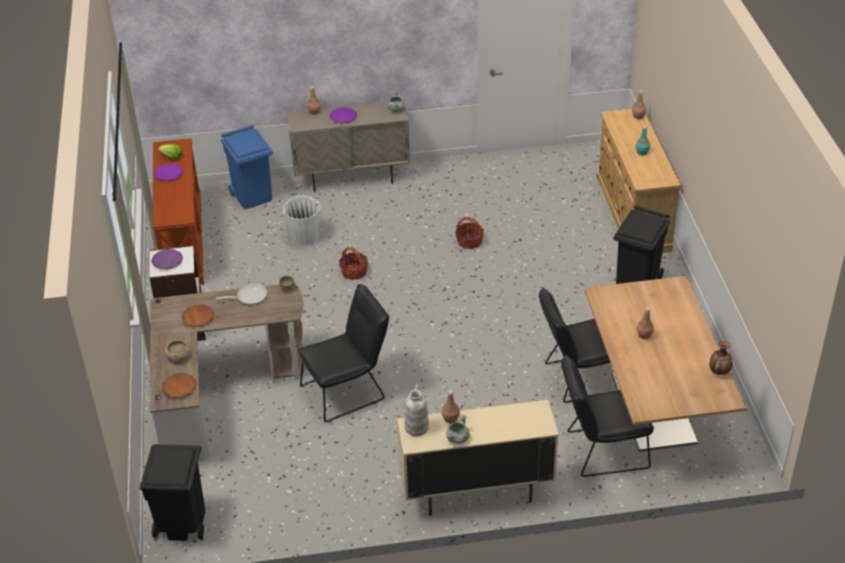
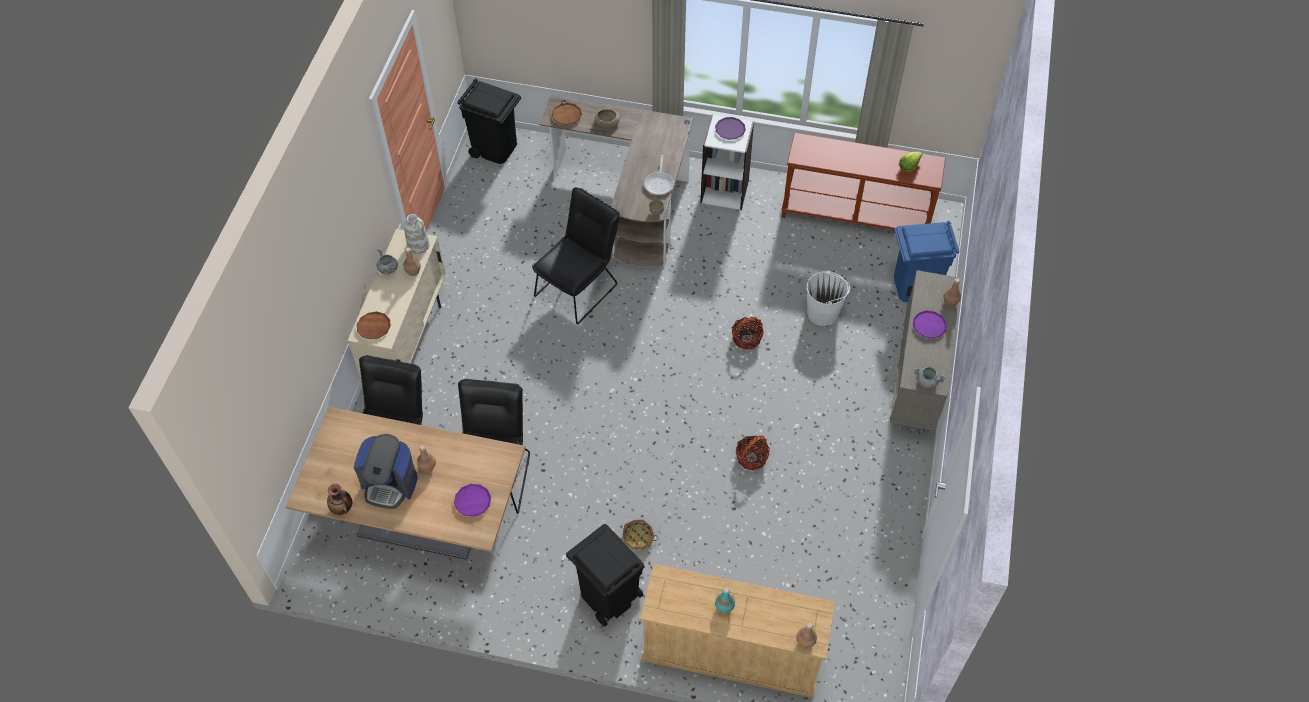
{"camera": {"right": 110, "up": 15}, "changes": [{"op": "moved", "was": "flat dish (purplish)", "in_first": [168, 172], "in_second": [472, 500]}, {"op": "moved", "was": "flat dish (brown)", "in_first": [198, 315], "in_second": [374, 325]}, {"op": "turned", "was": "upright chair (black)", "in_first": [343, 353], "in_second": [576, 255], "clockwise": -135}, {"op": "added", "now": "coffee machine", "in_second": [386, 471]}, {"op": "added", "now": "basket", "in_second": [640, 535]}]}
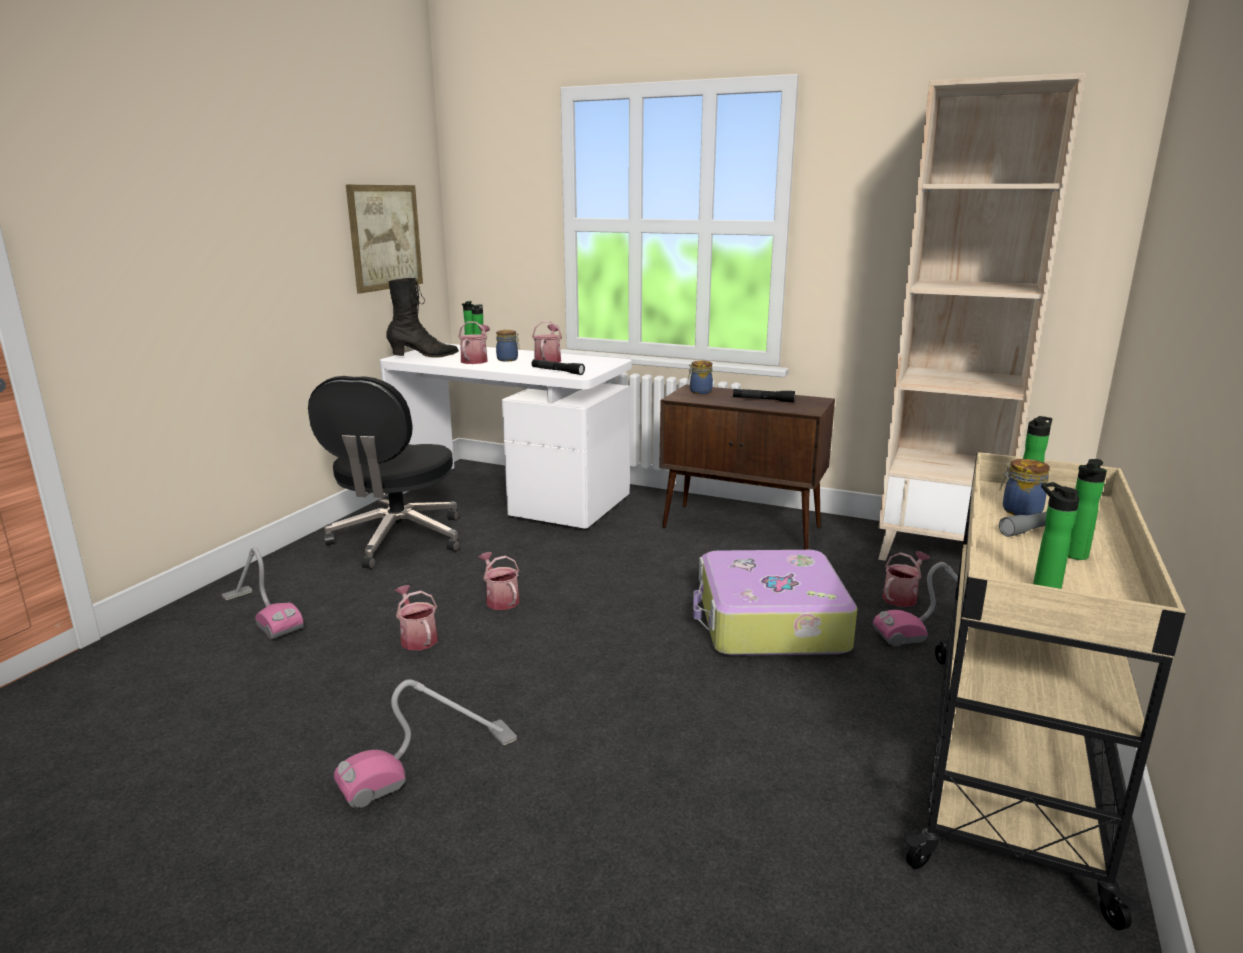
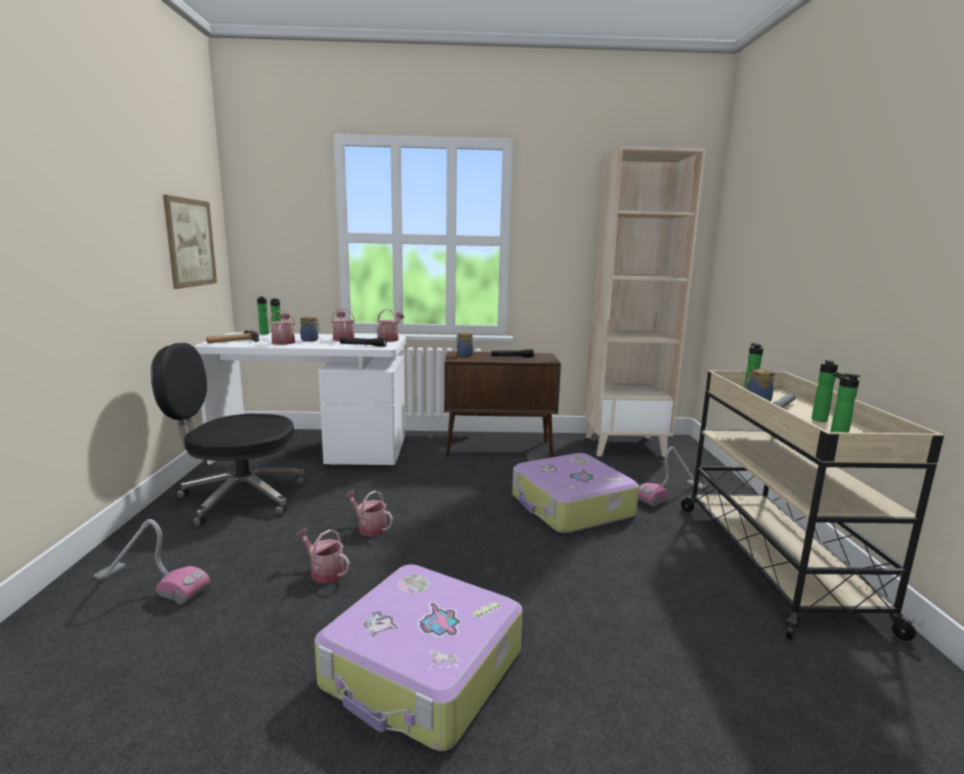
{"camera": {"right": -25, "up": -5}, "changes": [{"op": "turned", "was": "computer chair (black)", "in_first": [384, 472], "in_second": [227, 435], "clockwise": 105}, {"op": "replaced", "was": "hoover", "now": "travel case", "in_first": [425, 743], "in_second": [418, 657]}, {"op": "replaced", "was": "tall boot (black)", "now": "tool hammer", "in_first": [422, 318], "in_second": [232, 336]}, {"op": "moved", "was": "watering pot", "in_first": [906, 579], "in_second": [390, 325]}]}
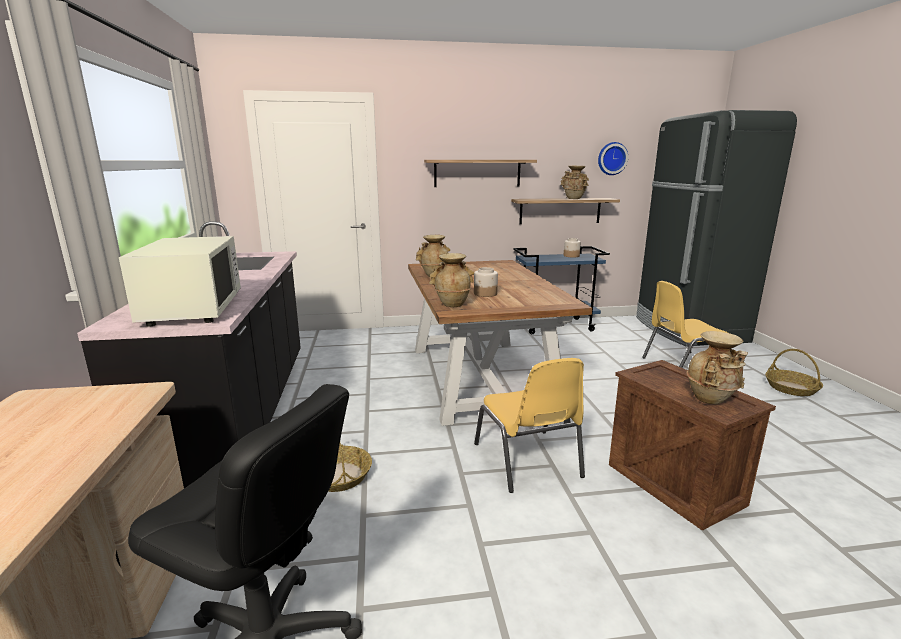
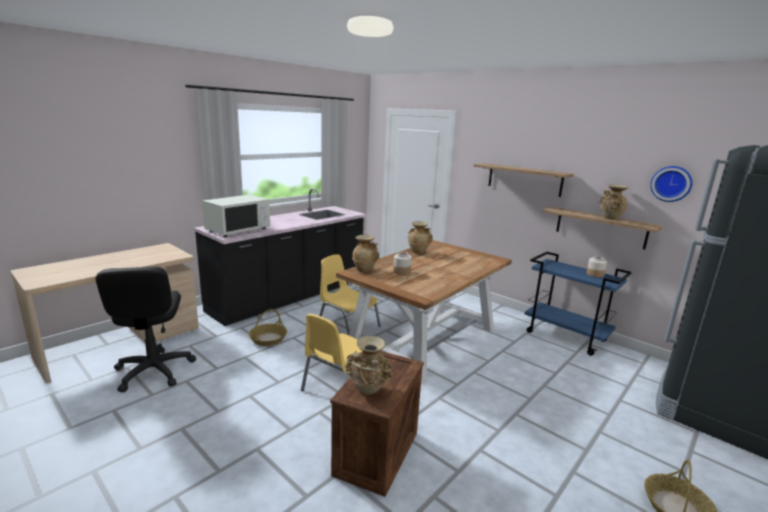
{"camera": {"right": 50, "up": 0}, "changes": [{"op": "moved", "was": "upright chair (yellow-coloured)", "in_first": [685, 324], "in_second": [350, 294]}]}
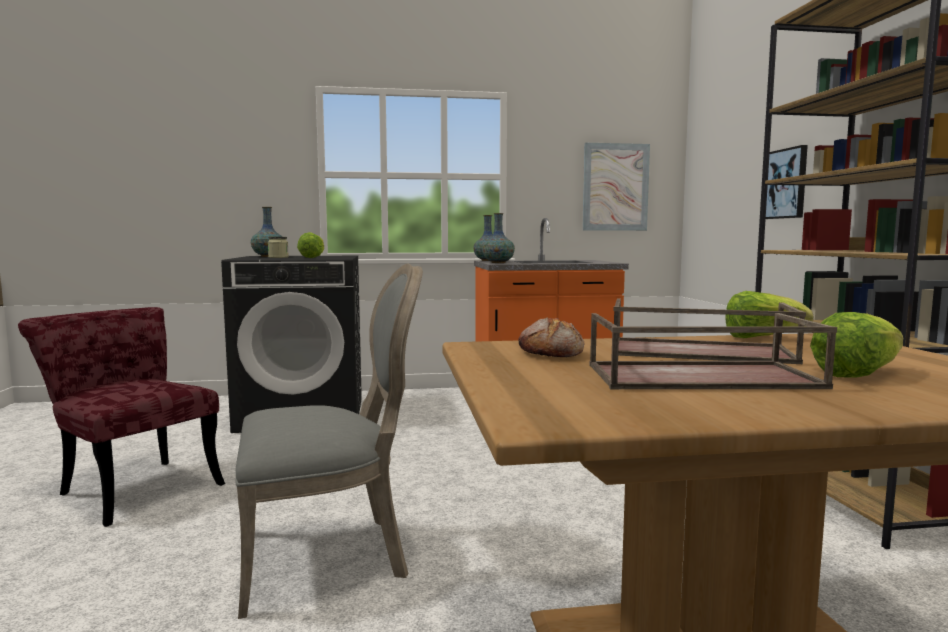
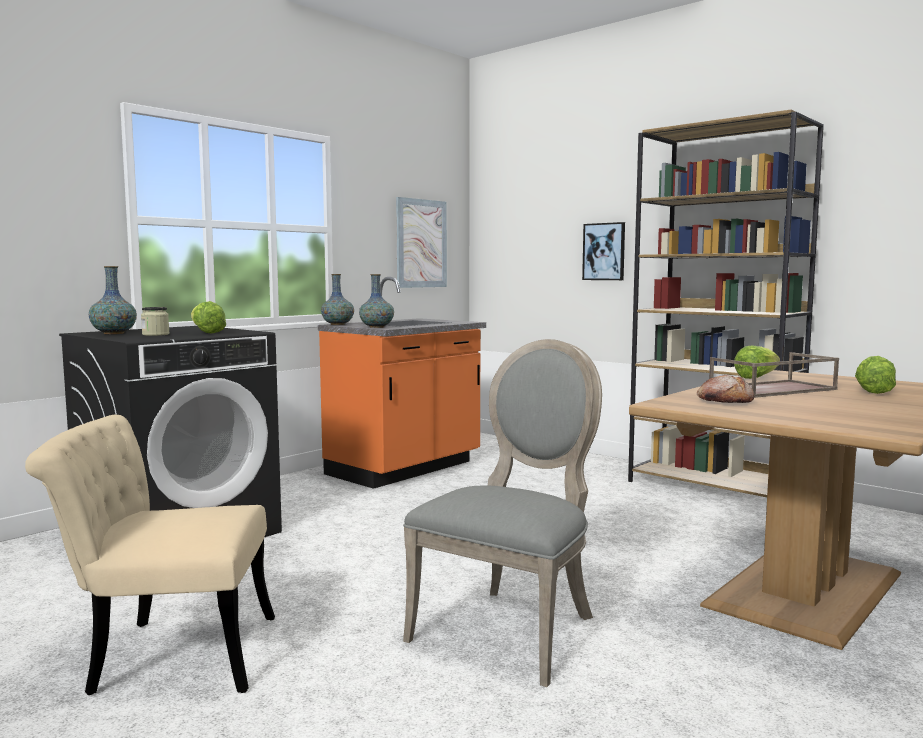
{"camera": {"right": -40, "up": 0}, "changes": [{"op": "recoloured", "was": "upright chair (red)", "now": "upright chair (sand-coloured)", "in_first": [121, 417], "in_second": [150, 555]}, {"op": "removed", "was": "serving tray (brown)", "in_first": [713, 351]}]}
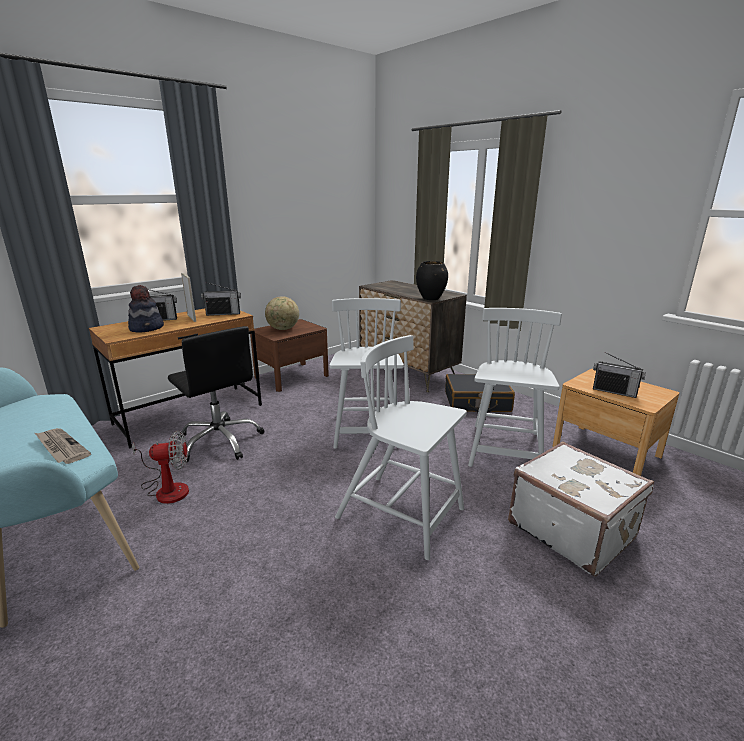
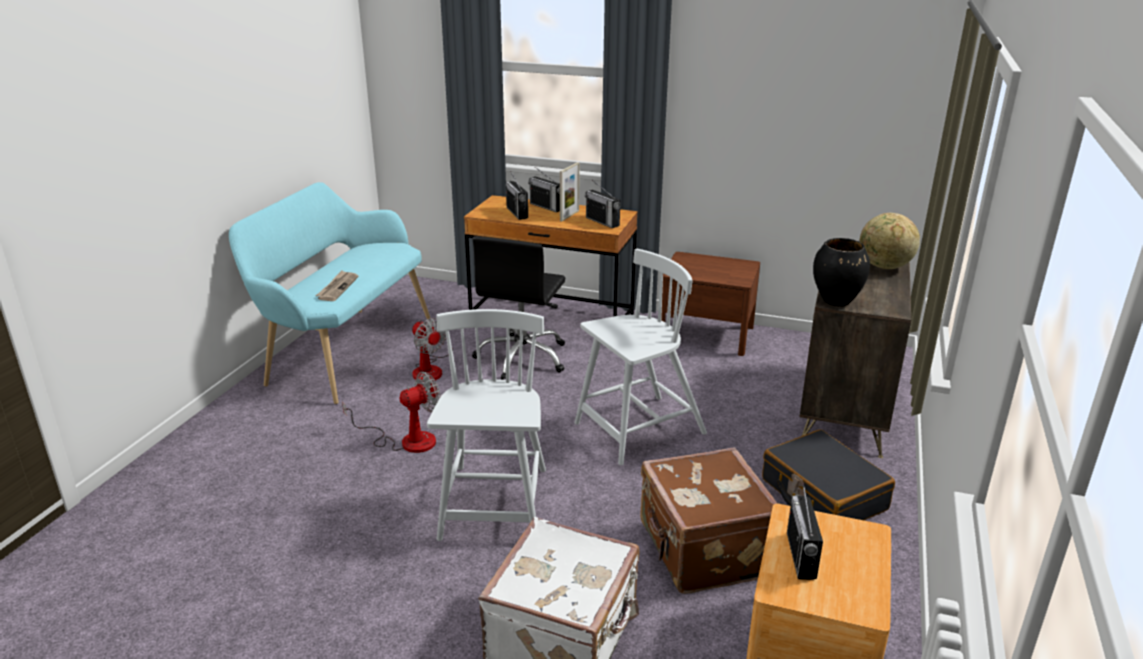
{"camera": {"right": 60, "up": 5}, "changes": [{"op": "replaced", "was": "wearable hat", "now": "radio", "in_first": [146, 309], "in_second": [517, 195]}, {"op": "moved", "was": "globe", "in_first": [282, 313], "in_second": [889, 241]}, {"op": "replaced", "was": "upright chair (white-coloured)", "now": "travel case (brown)", "in_first": [515, 387], "in_second": [709, 520]}, {"op": "added", "now": "fan", "in_second": [391, 412]}]}
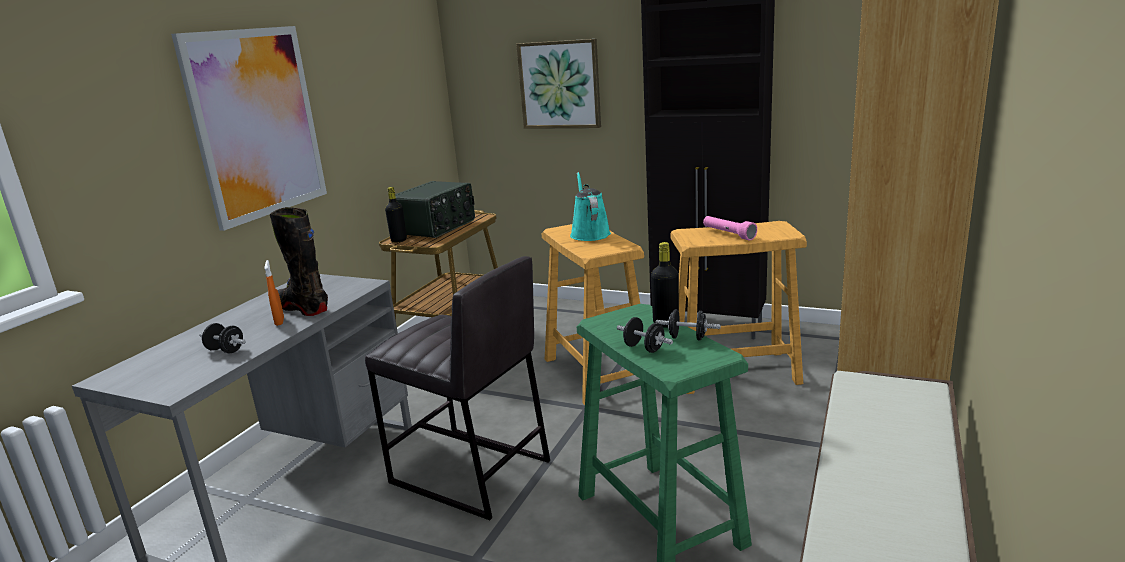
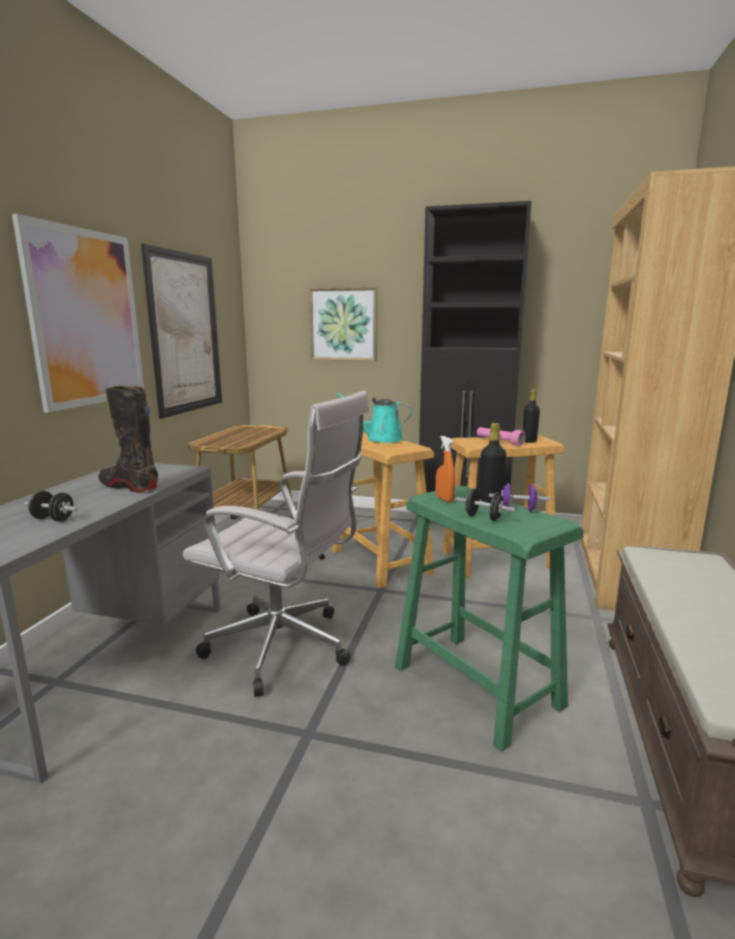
{"camera": {"right": -10, "up": -5}, "changes": [{"op": "moved", "was": "spray bottle (orangey)", "in_first": [274, 293], "in_second": [445, 469]}, {"op": "replaced", "was": "stool (greyish)", "now": "computer chair (white-coloured)", "in_first": [457, 388], "in_second": [276, 544]}, {"op": "moved", "was": "bottle (black)", "in_first": [396, 215], "in_second": [531, 416]}, {"op": "removed", "was": "radio", "in_first": [435, 209]}, {"op": "turned", "was": "watering pot (turquoise)", "in_first": [590, 206], "in_second": [374, 418], "clockwise": -60}, {"op": "recoloured", "was": "hand weight (black)", "now": "hand weight (purplish)", "in_first": [688, 325], "in_second": [519, 497]}, {"op": "added", "now": "wall picture", "in_second": [181, 331]}]}
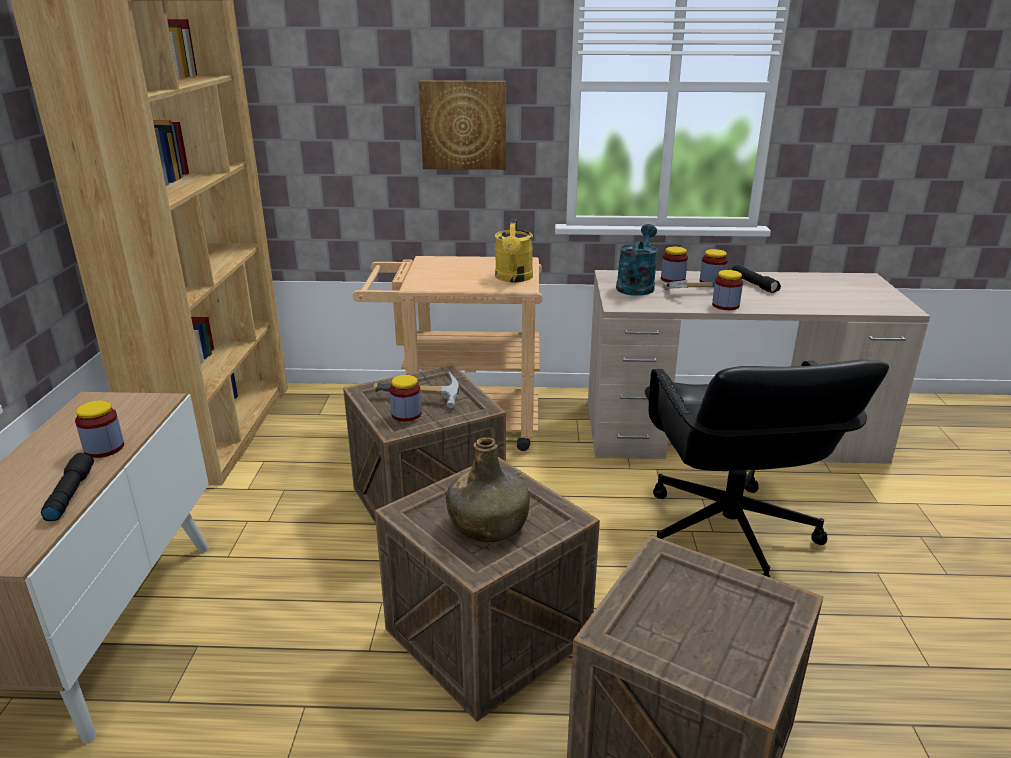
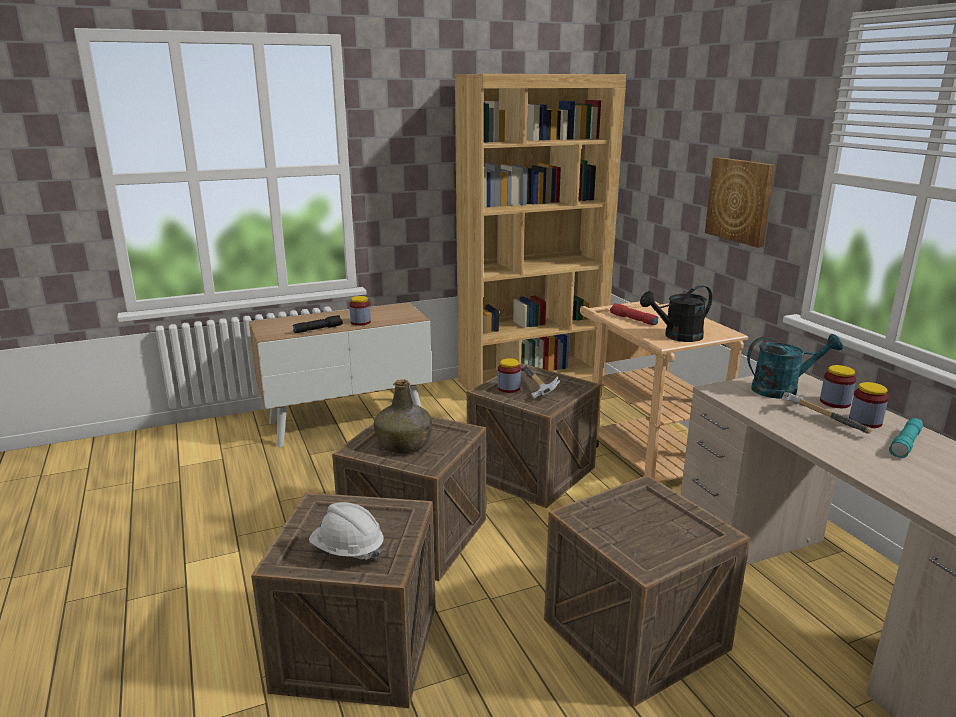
{"camera": {"right": 65, "up": -5}, "changes": [{"op": "recoloured", "was": "watering pot (yellow-coloured)", "now": "watering pot (black)", "in_first": [514, 250], "in_second": [676, 313]}, {"op": "replaced", "was": "computer chair (black)", "now": "shipping crate", "in_first": [767, 469], "in_second": [647, 591]}, {"op": "removed", "was": "jar", "in_first": [727, 290]}, {"op": "recoloured", "was": "flashlight (black)", "now": "flashlight (turquoise)", "in_first": [756, 279], "in_second": [906, 438]}, {"op": "added", "now": "hard hat (white-coloured)", "in_second": [346, 531]}, {"op": "added", "now": "flashlight (red)", "in_second": [634, 314]}]}
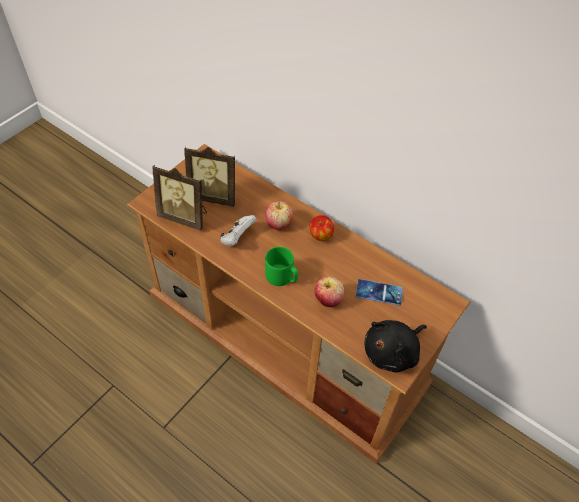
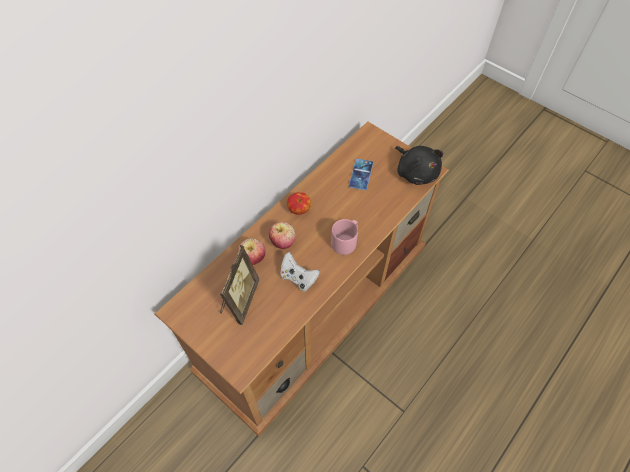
{"camera": {"right": -85, "up": 5}, "changes": [{"op": "removed", "was": "standing frame", "in_first": [179, 198]}, {"op": "recoloured", "was": "coffee mug (greenish)", "now": "coffee mug (pinkish)", "in_first": [281, 266], "in_second": [344, 237]}, {"op": "moved", "was": "apple", "in_first": [329, 291], "in_second": [251, 251]}]}
